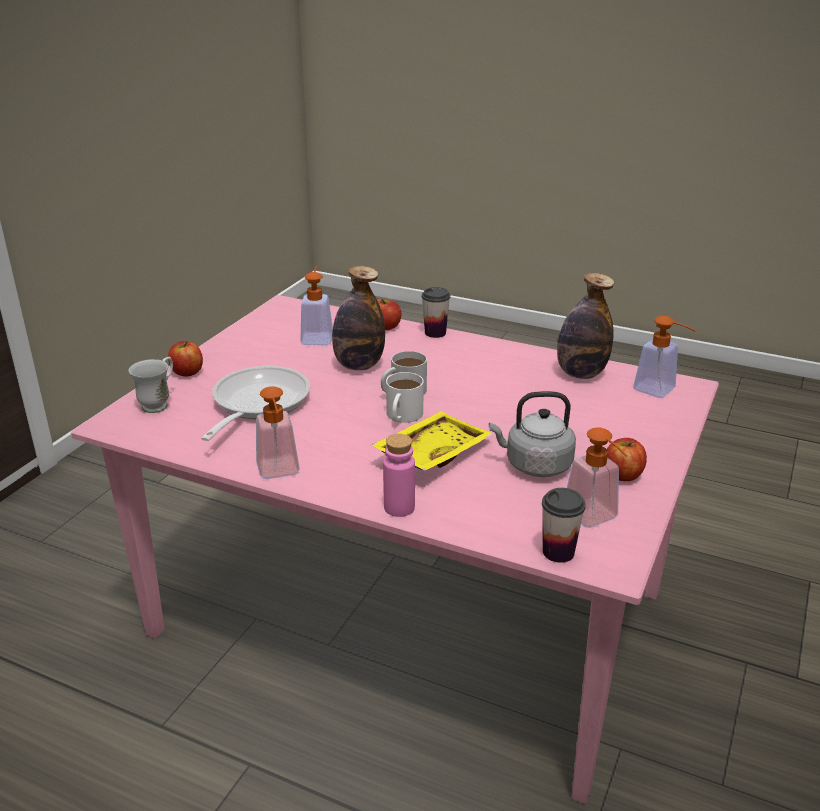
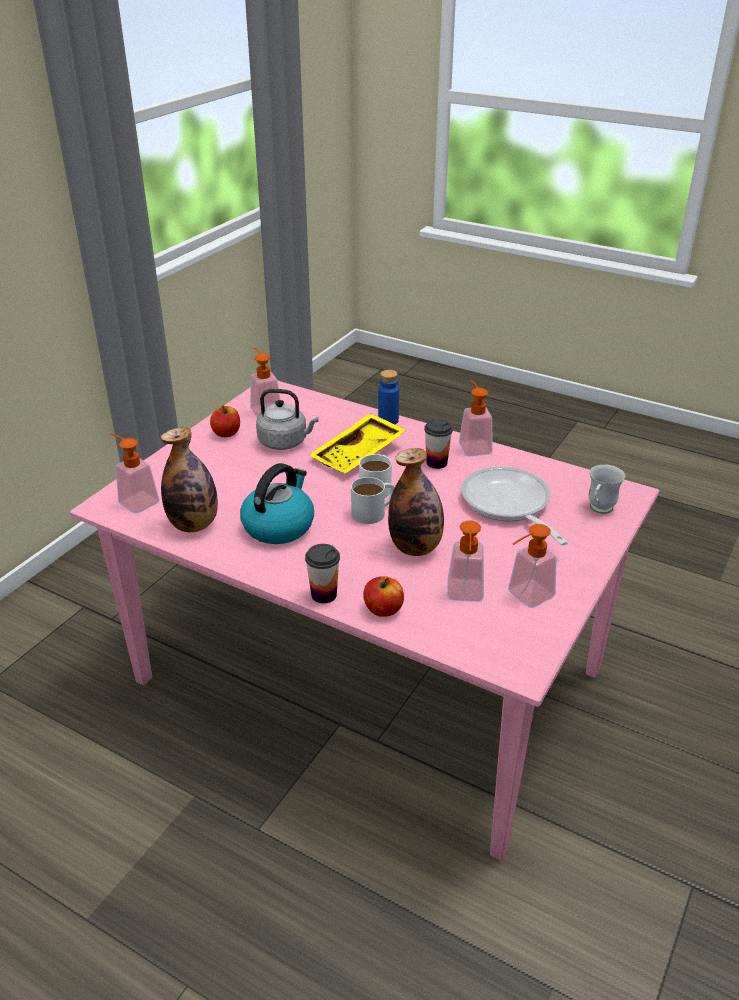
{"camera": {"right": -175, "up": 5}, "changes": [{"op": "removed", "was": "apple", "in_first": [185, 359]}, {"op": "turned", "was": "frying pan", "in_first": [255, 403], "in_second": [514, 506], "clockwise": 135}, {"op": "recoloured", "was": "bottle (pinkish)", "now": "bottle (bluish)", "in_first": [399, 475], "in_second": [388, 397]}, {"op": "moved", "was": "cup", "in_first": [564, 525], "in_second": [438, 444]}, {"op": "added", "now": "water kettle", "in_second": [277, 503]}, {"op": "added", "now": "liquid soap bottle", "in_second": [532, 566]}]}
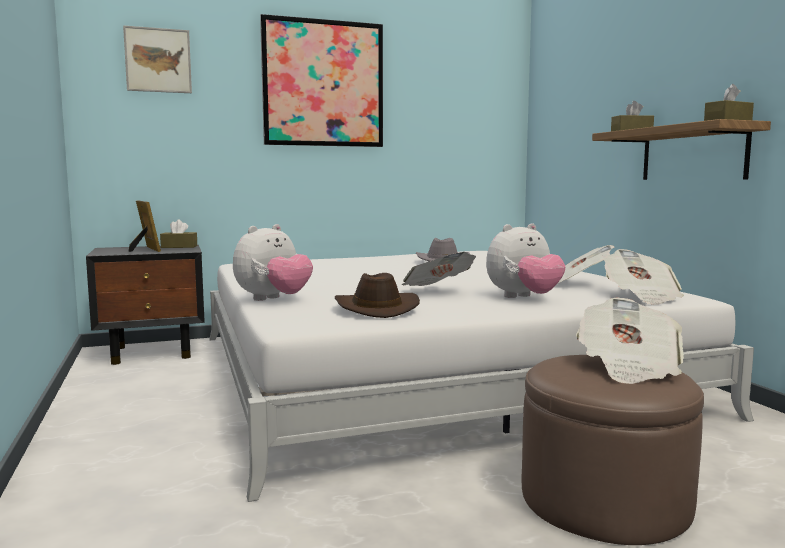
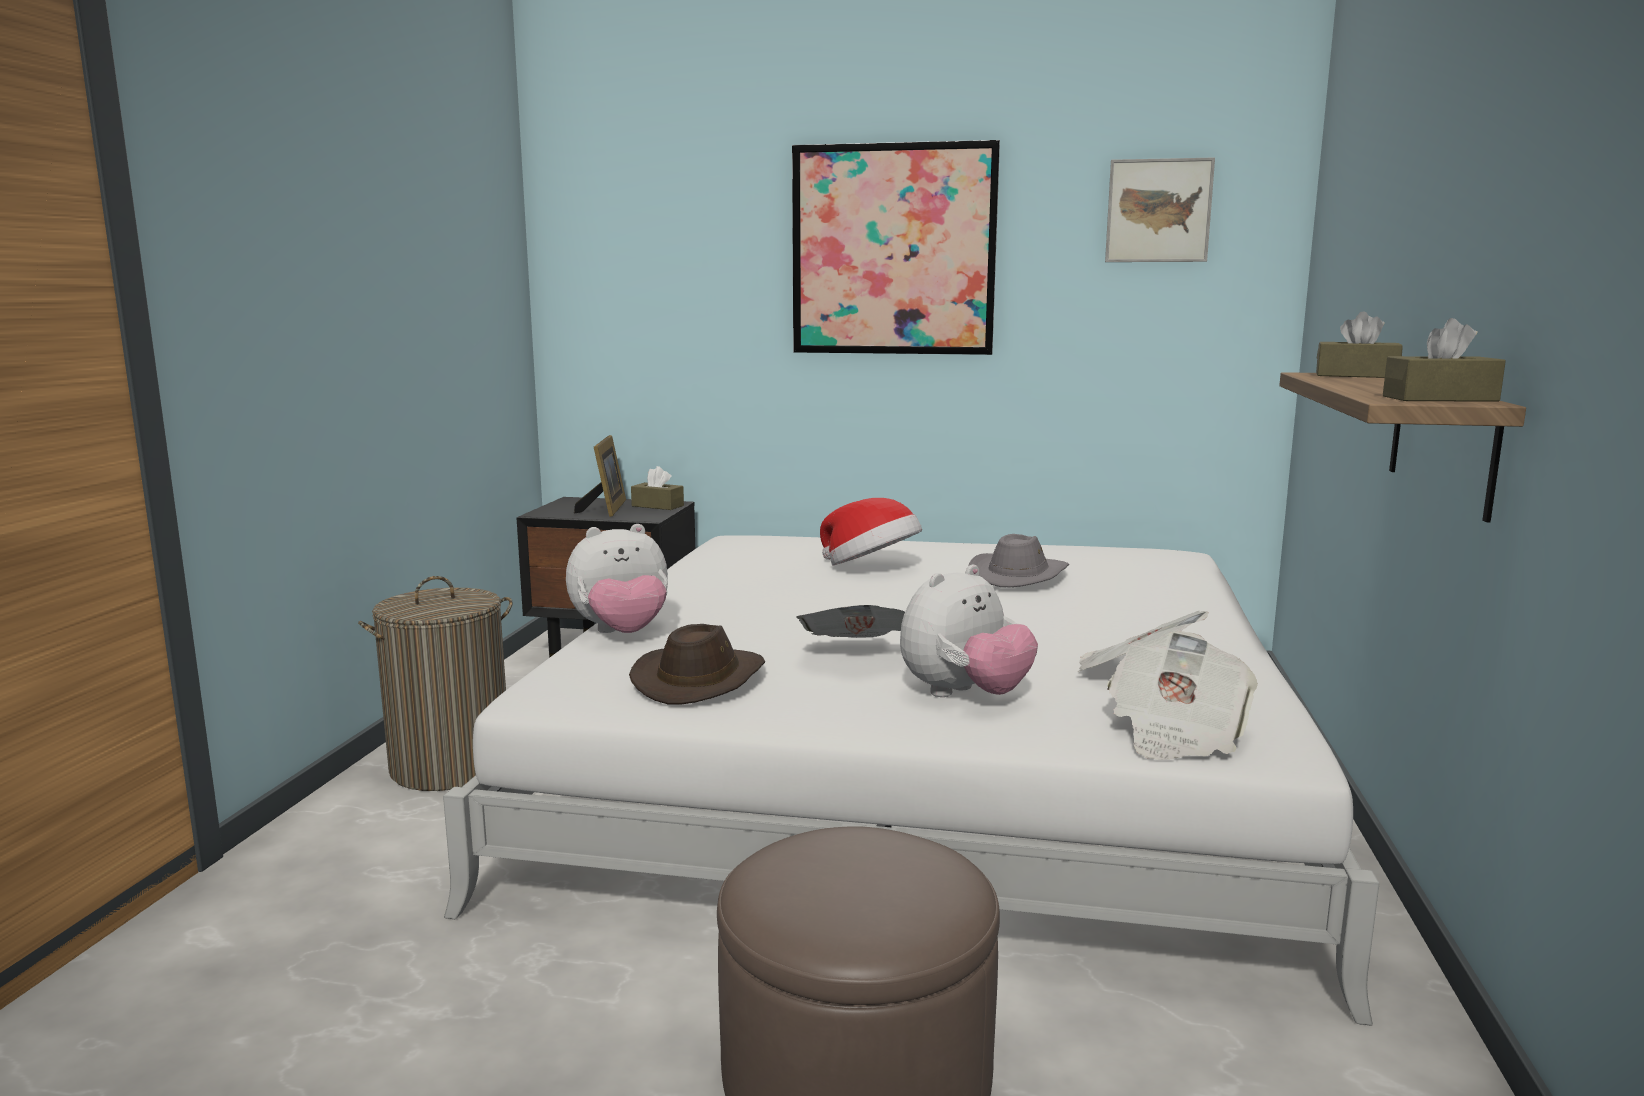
{"camera": {"right": 30, "up": 5}, "changes": [{"op": "moved", "was": "wall picture", "in_first": [157, 59], "in_second": [1160, 209]}, {"op": "turned", "was": "plush toy", "in_first": [525, 260], "in_second": [969, 630], "clockwise": -45}, {"op": "removed", "was": "printed paper", "in_first": [630, 341]}, {"op": "added", "now": "laundry basket", "in_second": [435, 683]}, {"op": "added", "now": "wearable hat", "in_second": [871, 532]}]}
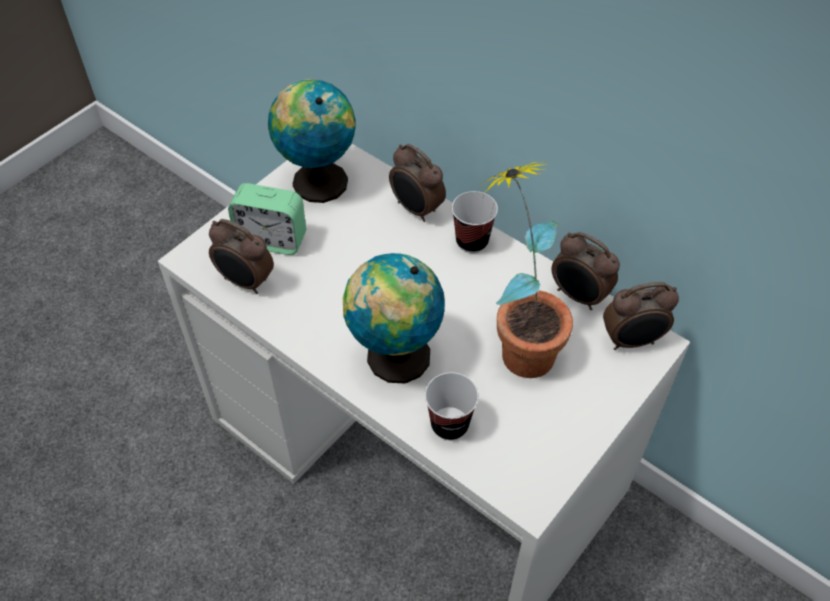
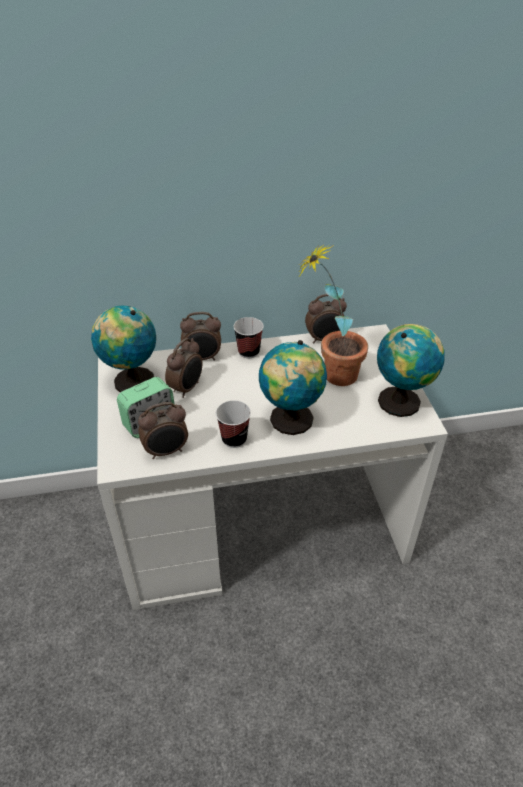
{"camera": {"right": -50, "up": -10}, "changes": [{"op": "moved", "was": "cup", "in_first": [452, 406], "in_second": [233, 424]}, {"op": "moved", "was": "bedside clock", "in_first": [641, 316], "in_second": [183, 368]}, {"op": "added", "now": "globe", "in_second": [411, 370]}]}
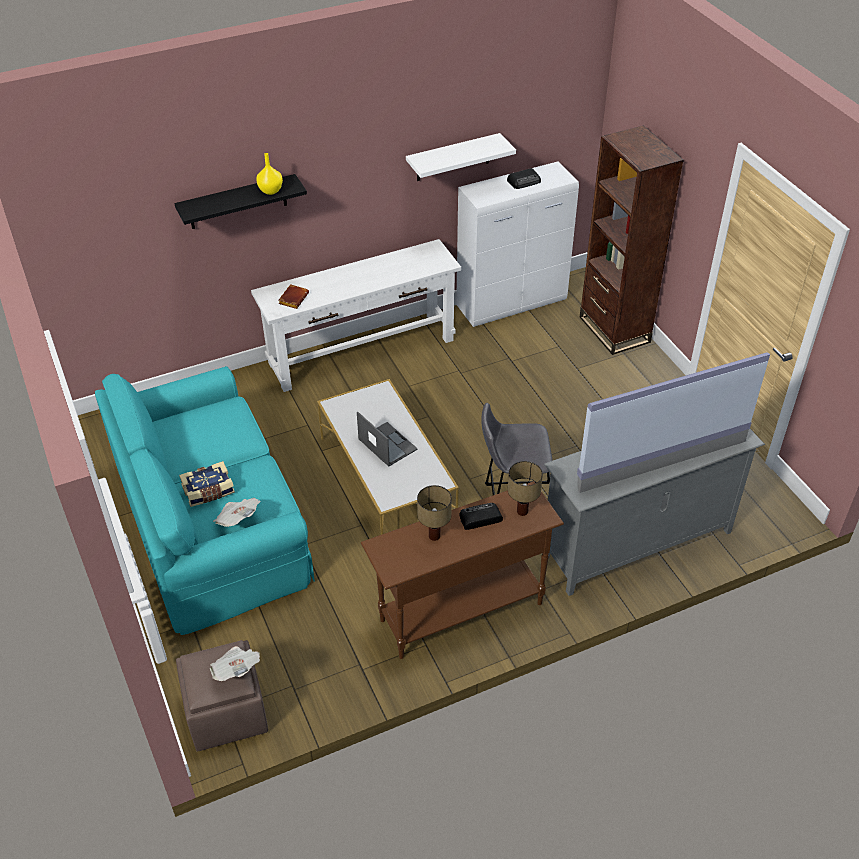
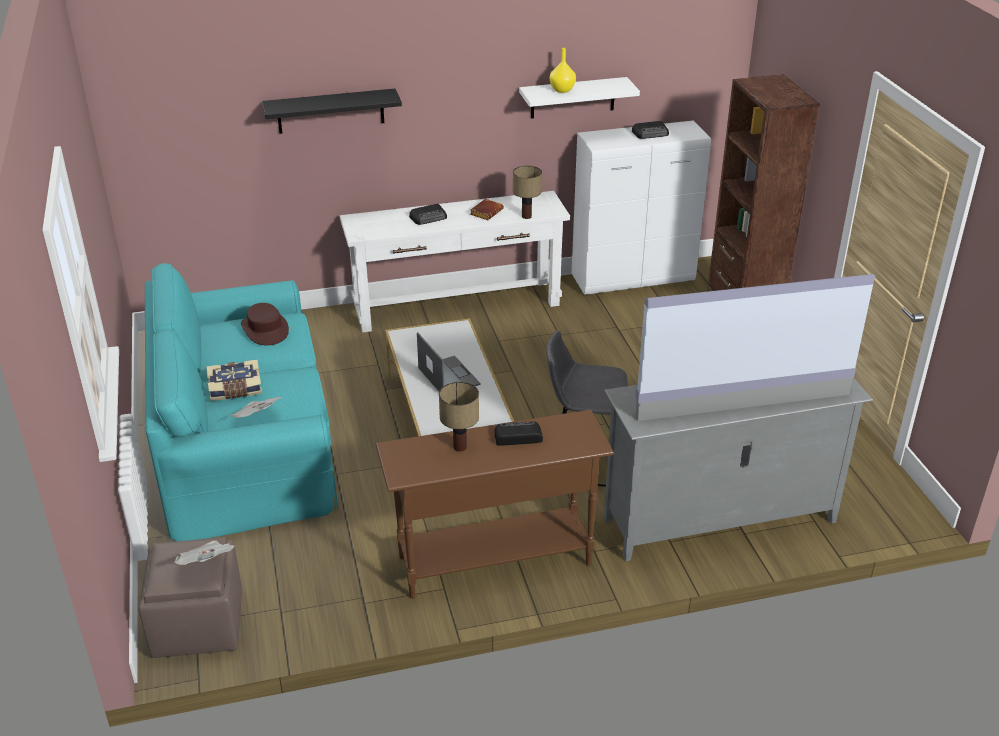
{"camera": {"right": 10, "up": -10}, "changes": [{"op": "moved", "was": "vase (yellow-coloured)", "in_first": [269, 174], "in_second": [563, 70]}, {"op": "moved", "was": "volume (brown)", "in_first": [293, 296], "in_second": [487, 209]}, {"op": "moved", "was": "lamp for a table", "in_first": [525, 488], "in_second": [527, 192]}, {"op": "added", "now": "wearable hat (brown)", "in_second": [265, 324]}, {"op": "added", "now": "radio", "in_second": [428, 214]}]}
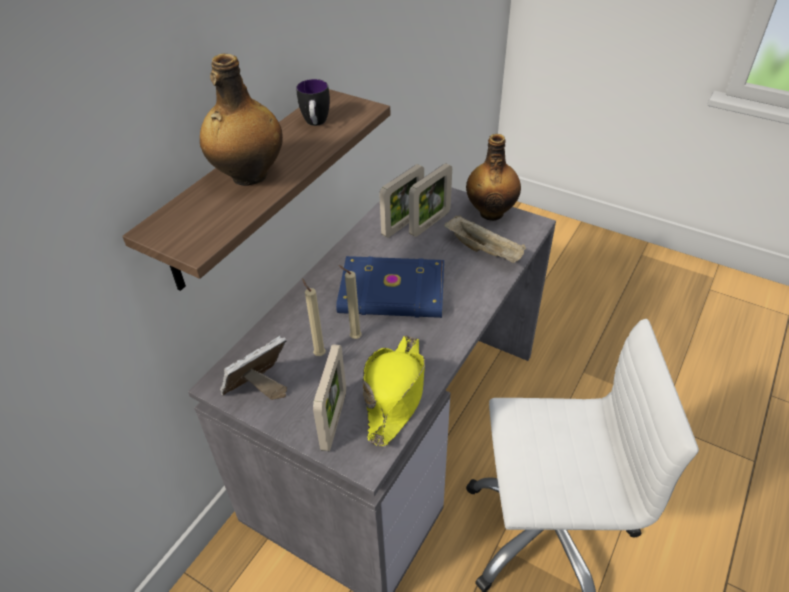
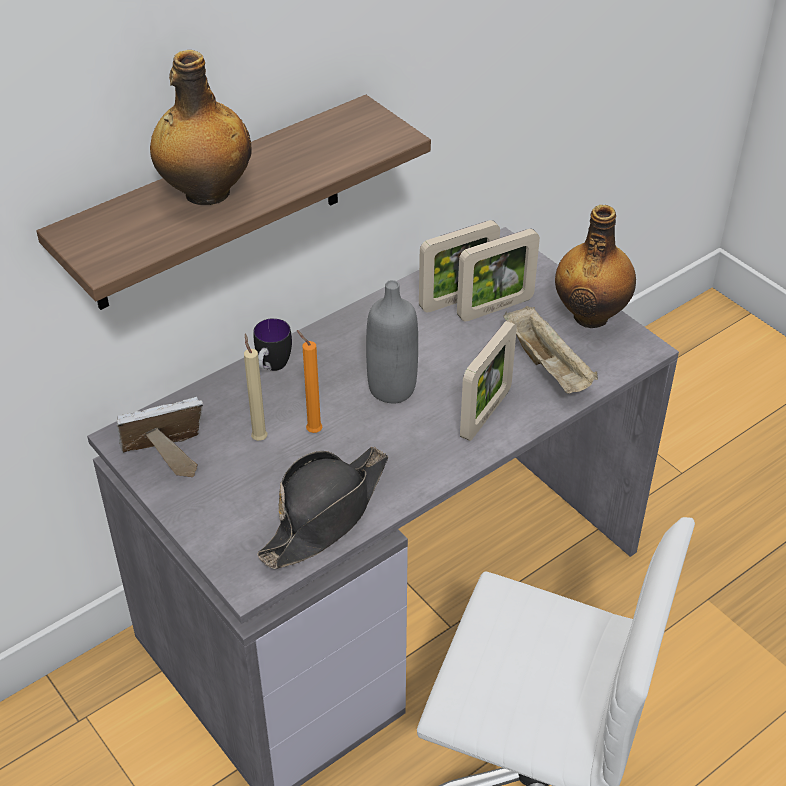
{"camera": {"right": 20, "up": 0}, "changes": [{"op": "moved", "was": "coffee mug", "in_first": [313, 102], "in_second": [273, 344]}, {"op": "moved", "was": "standing frame", "in_first": [329, 397], "in_second": [488, 381]}, {"op": "replaced", "was": "volume (bluish)", "now": "bottle (greyish)", "in_first": [390, 287], "in_second": [392, 341]}, {"op": "recoloured", "was": "candle (sand-coloured)", "now": "candle (orangey)", "in_first": [350, 302], "in_second": [309, 381]}, {"op": "recoloured", "was": "wearable hat (yellow-coloured)", "now": "wearable hat (black)", "in_first": [394, 391], "in_second": [322, 507]}]}
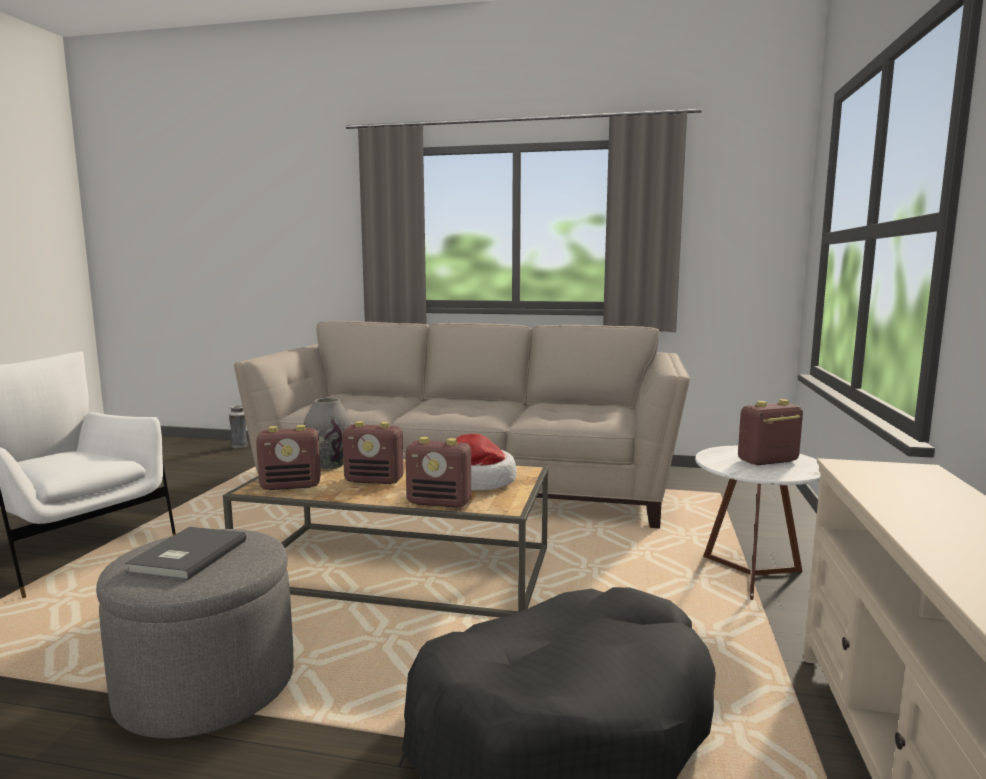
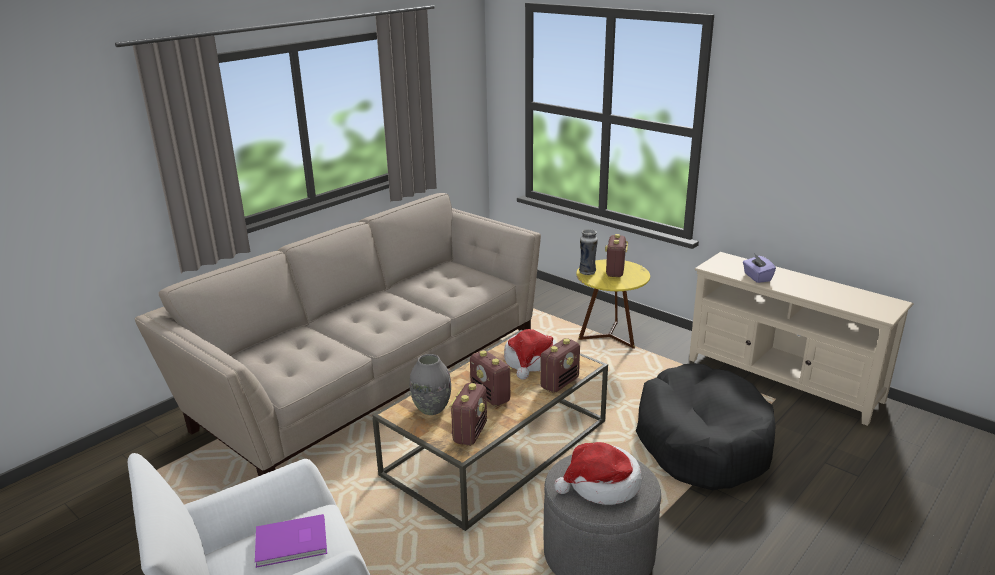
{"camera": {"right": -60, "up": 15}, "changes": [{"op": "replaced", "was": "volume (greyish)", "now": "wearable hat", "in_first": [185, 553], "in_second": [598, 473]}, {"op": "moved", "was": "vase", "in_first": [238, 426], "in_second": [588, 252]}, {"op": "turned", "was": "radio", "in_first": [373, 452], "in_second": [491, 378], "clockwise": 105}, {"op": "recoloured", "was": "side table (white-coloured)", "now": "side table (yellow-coloured)", "in_first": [758, 523], "in_second": [613, 304]}, {"op": "added", "now": "volume (purplish)", "in_second": [291, 541]}, {"op": "added", "now": "tissue holder (purplish)", "in_second": [759, 268]}]}
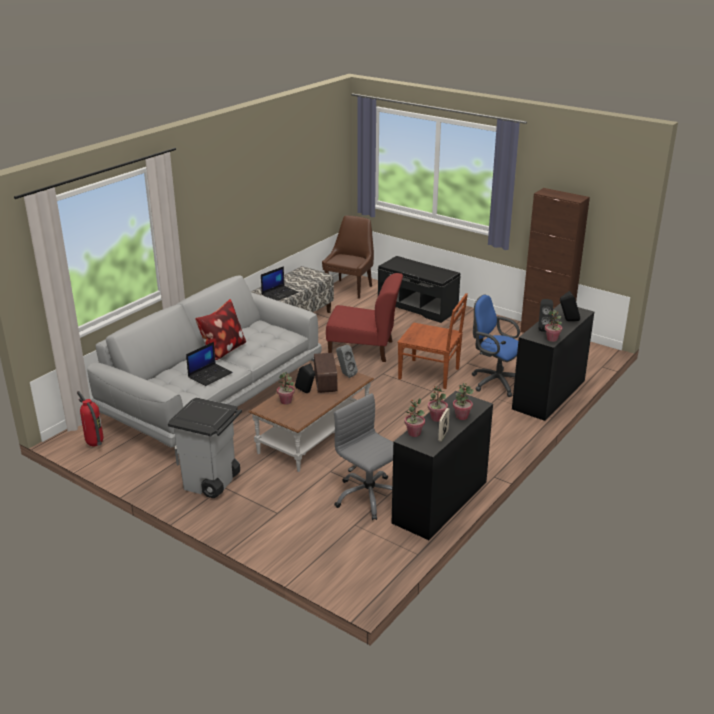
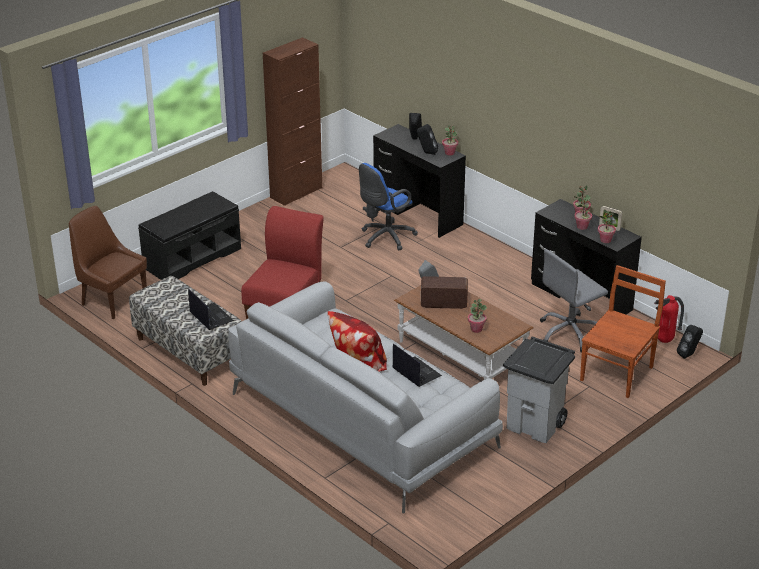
{"camera": {"right": -80, "up": 5}, "changes": [{"op": "moved", "was": "fire-fighting cylinder", "in_first": [90, 418], "in_second": [669, 319]}, {"op": "moved", "was": "speaker (black)", "in_first": [305, 378], "in_second": [690, 342]}, {"op": "moved", "was": "upright chair (brown)", "in_first": [433, 341], "in_second": [623, 331]}]}
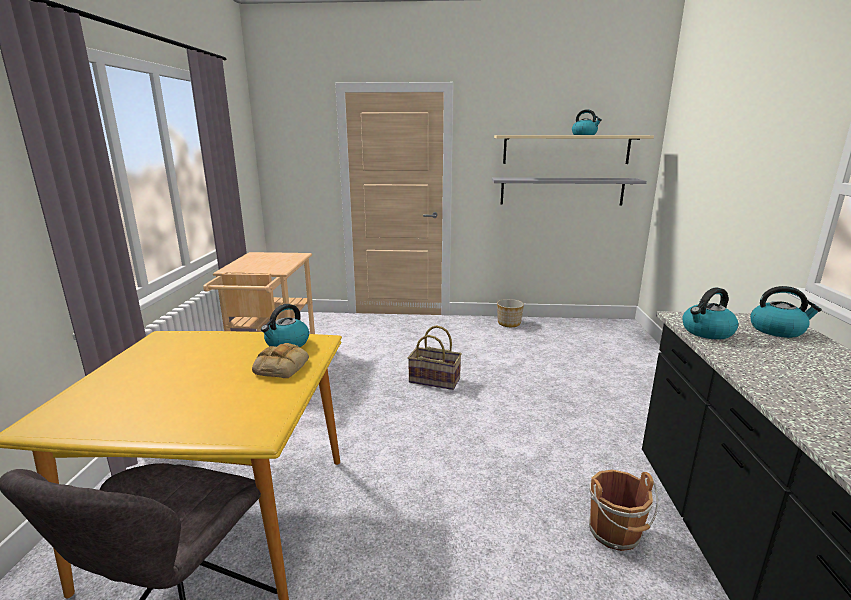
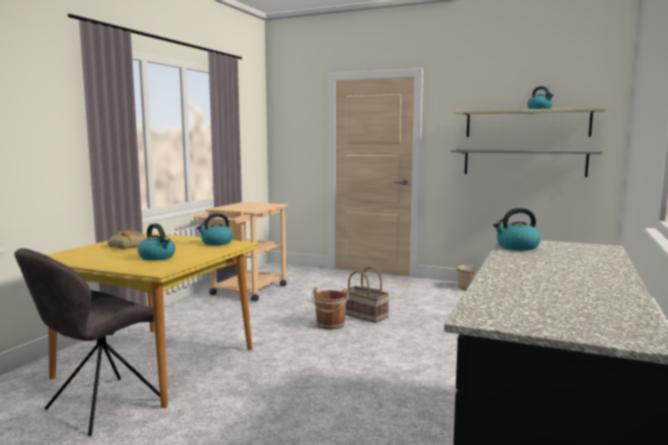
{"camera": {"right": 20, "up": -10}, "changes": [{"op": "moved", "was": "bread", "in_first": [280, 360], "in_second": [127, 239]}, {"op": "moved", "was": "pail (brown)", "in_first": [623, 510], "in_second": [330, 308]}, {"op": "moved", "was": "water kettle", "in_first": [786, 312], "in_second": [156, 241]}]}
